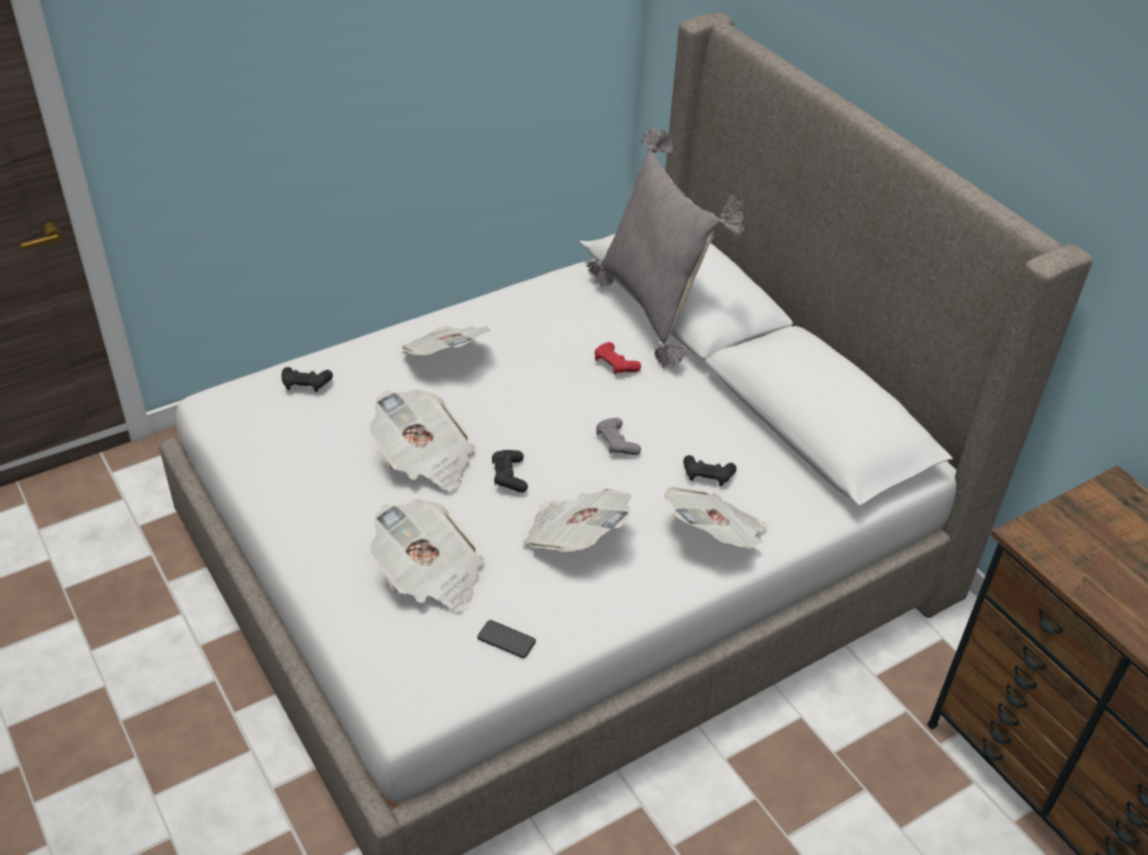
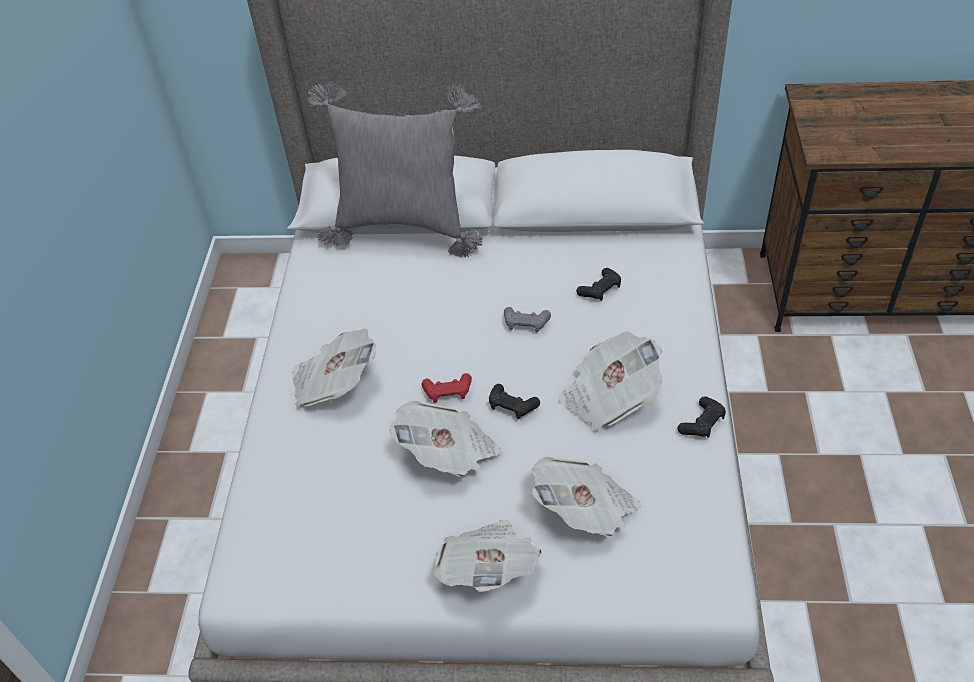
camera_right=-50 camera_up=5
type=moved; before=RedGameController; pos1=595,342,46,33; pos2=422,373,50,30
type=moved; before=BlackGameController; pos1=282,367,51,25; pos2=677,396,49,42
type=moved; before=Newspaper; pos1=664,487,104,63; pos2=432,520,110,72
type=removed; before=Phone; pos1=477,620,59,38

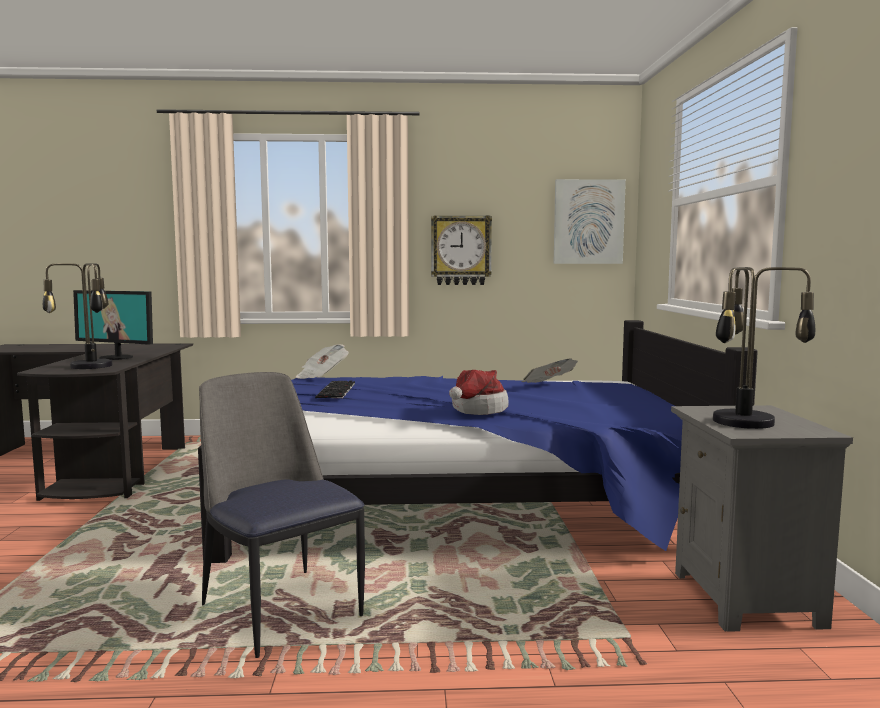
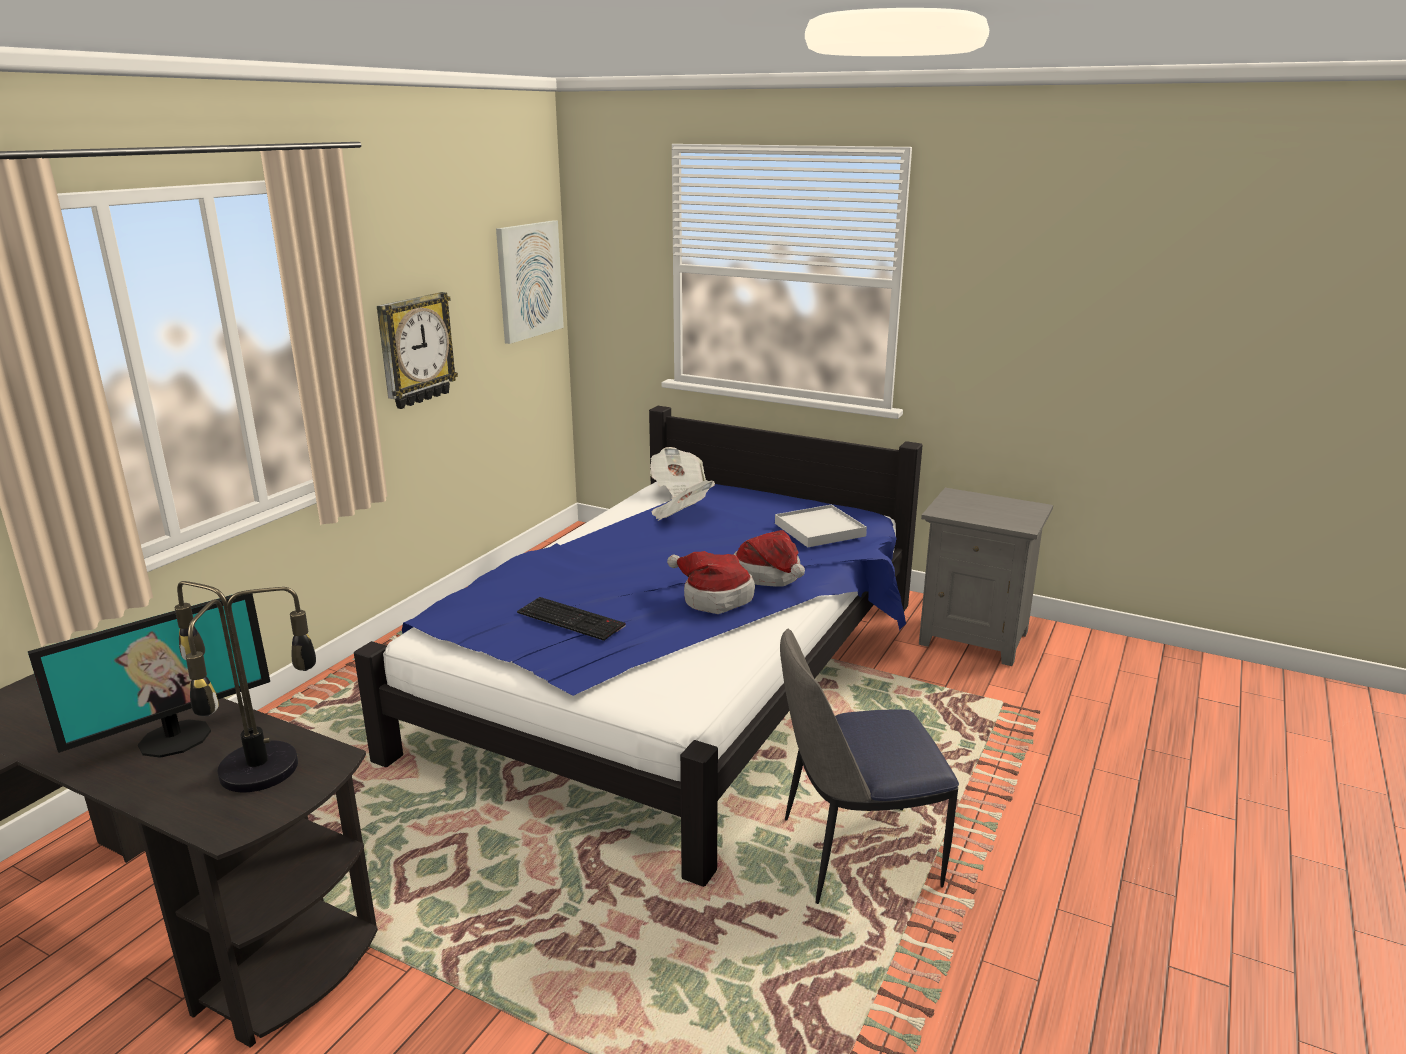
camera_right=-60 camera_up=15
type=removed; before=TableLamp; pos1=713,267,102,162
type=moved; before=Newspaper; pos1=296,344,53,35; pos2=650,447,56,50
type=added; after=WhiteTray; pos2=775,504,92,43
type=added; after=Hat; pos2=667,551,88,63

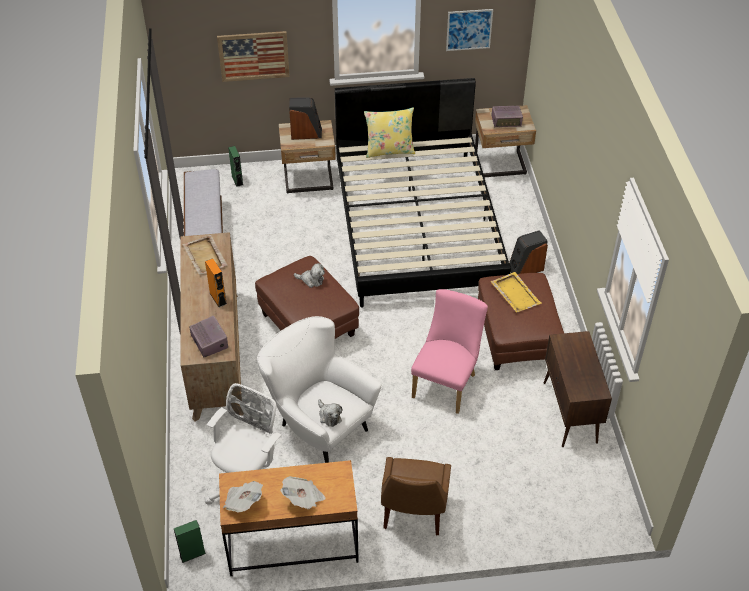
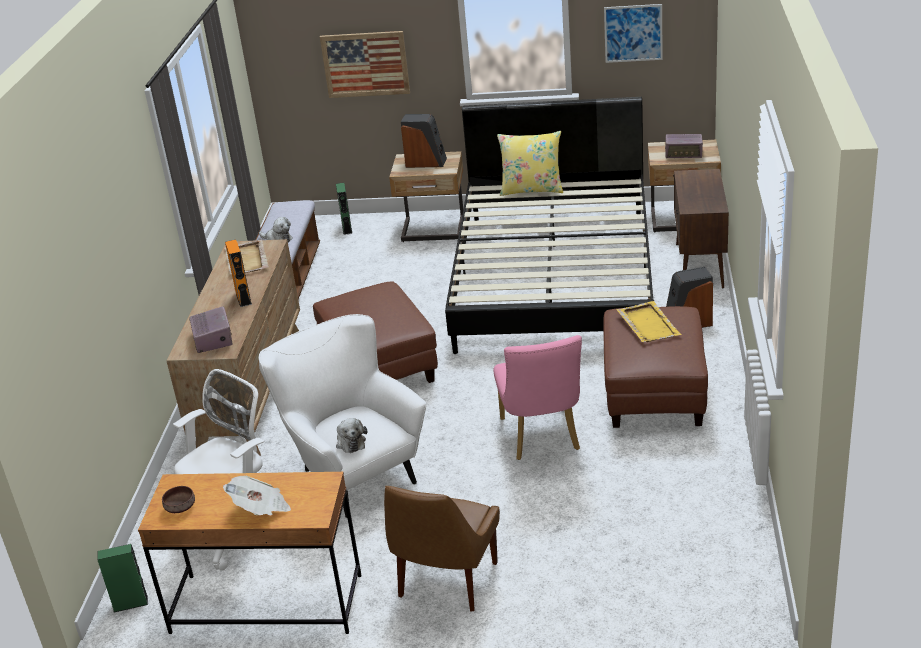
camera_right=15 camera_up=-15
type=moved; before=PlushToy; pos1=294,263,31,25; pos2=259,217,34,26
type=turned; before=PinkChair; pos1=411,289,77,125; pos2=493,335,89,125; turn=135
type=moved; before=BrownCabinet; pos1=544,331,68,116; pos2=674,169,55,119
type=replaced; before=Newspaper; after=BrownBowl; pos1=223,481,40,32; pos2=162,486,33,27

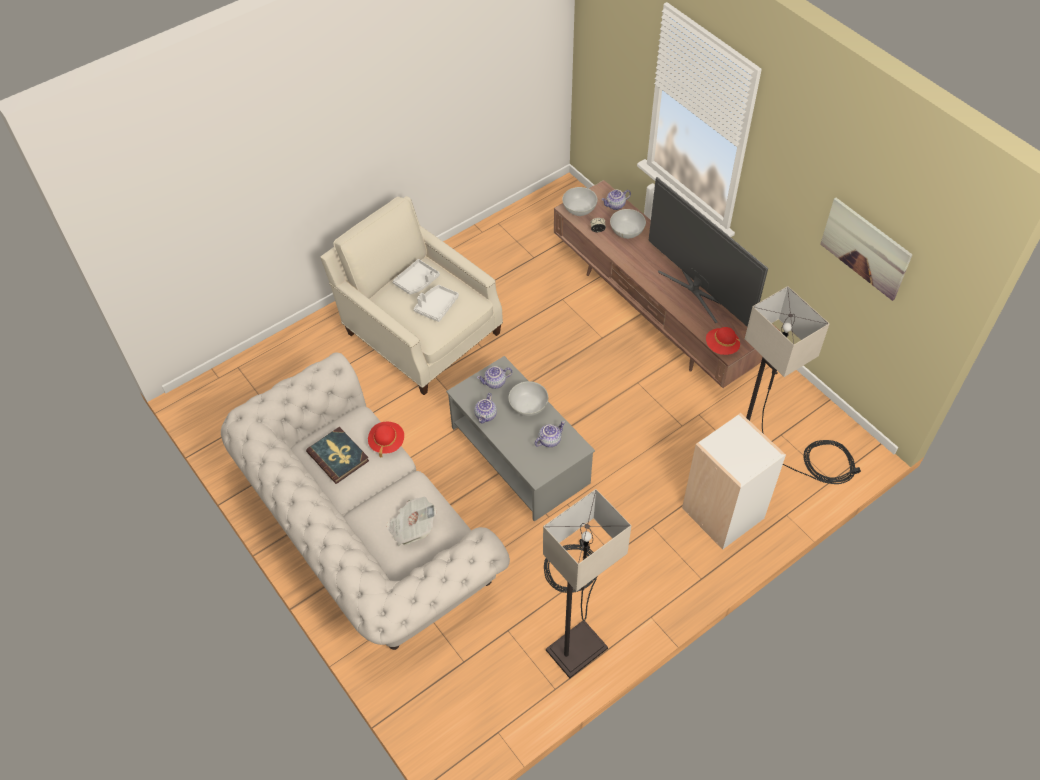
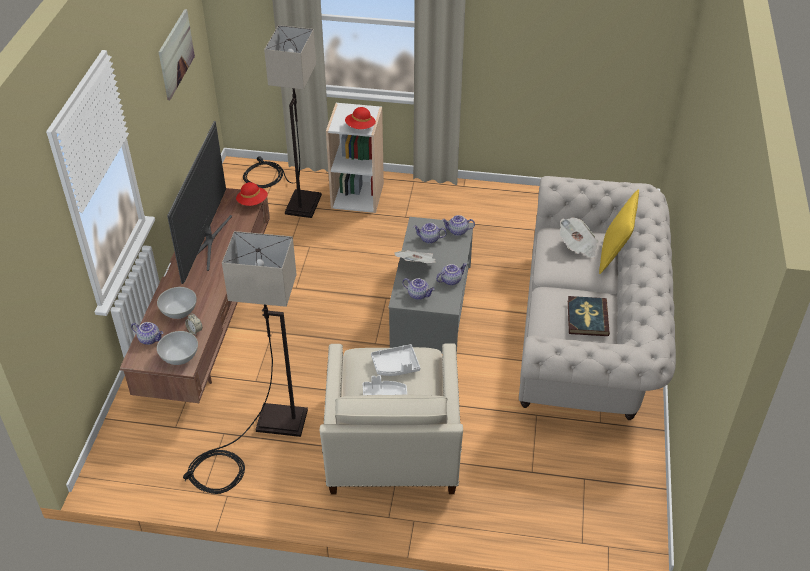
camera_right=-135 camera_up=-10
type=replaced; before=WhiteBowl; after=Newspaper; pos1=508,381,40,35; pos2=395,250,41,13
type=moved; before=RedHat; pos1=368,422,36,36; pos2=345,107,31,22
type=moved; before=FloorLamp; pos1=543,489,88,189; pos2=183,231,125,263
type=added; after=YellowPillow; pos2=599,189,40,85
type=added; after=Teapot; pos2=442,215,33,21

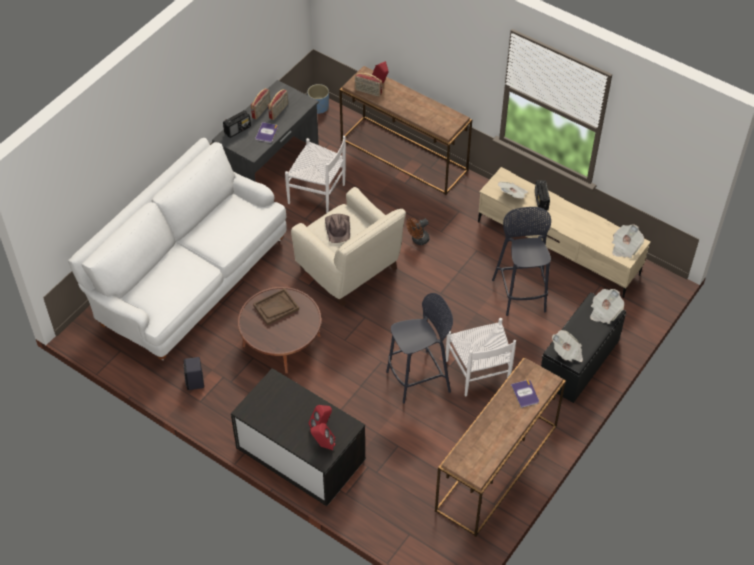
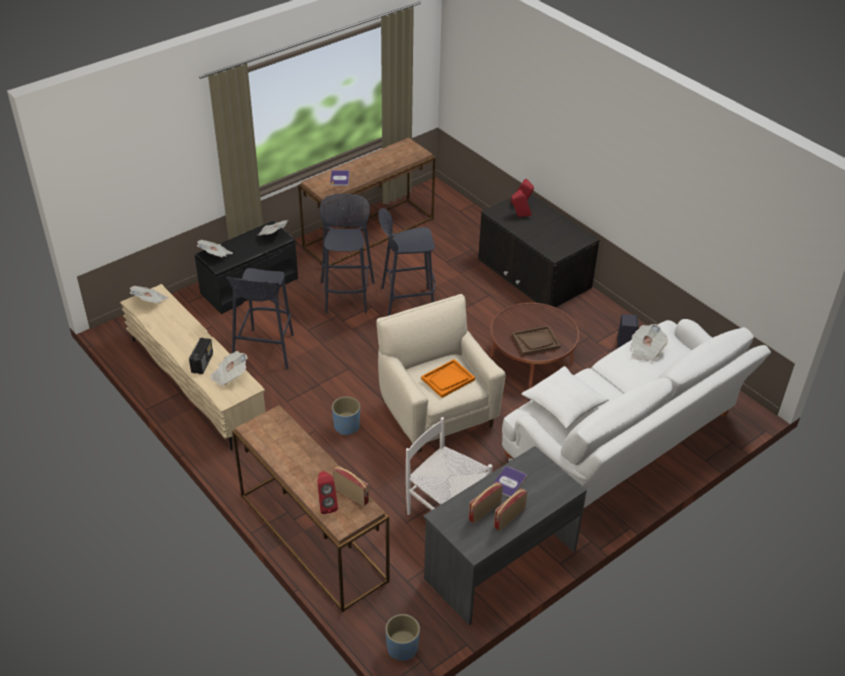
camera_right=-165 camera_up=-10
type=removed; before=Radio; pos1=223,110,28,28
type=replaced; before=BrownHat; after=OrangeTray; pos1=325,214,25,29; pos2=421,359,54,39
type=replaced; before=BrownFan; after=BluePlanter; pos1=406,218,24,27; pos2=332,396,28,39
type=replaced; before=WhiteChair; after=GreyStool; pos1=446,318,70,78; pos2=320,194,55,119
type=added; after=Newspaper; pos2=630,324,38,37
type=added; after=WhitePillow; pos2=521,366,88,63

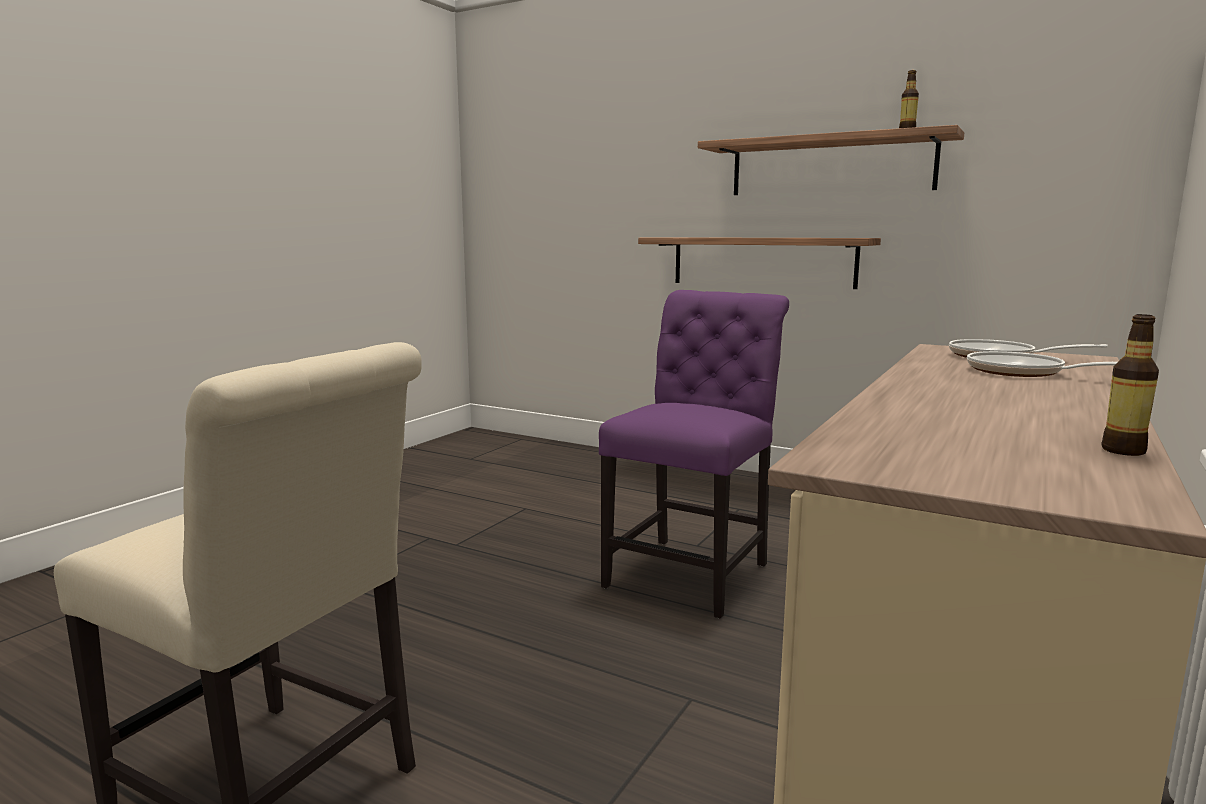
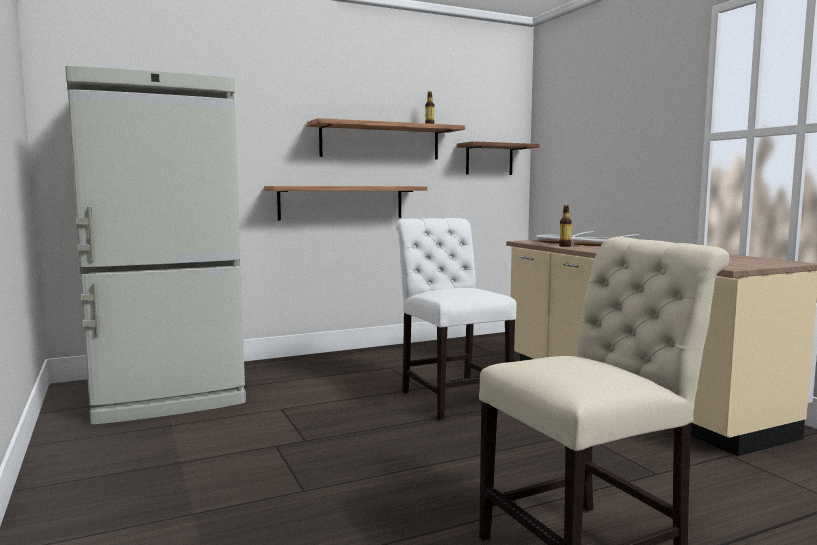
camera_right=-55 camera_up=-5
type=recoloured; before=PurpleChair; after=WhiteChair; pos1=599,290,190,329; pos2=396,218,121,202
type=moved; before=Bottle; pos1=1101,314,58,142; pos2=559,205,13,42
type=added; after=WhiteFridge; pos2=65,66,181,358
type=added; after=Shelf; pos2=457,141,82,34

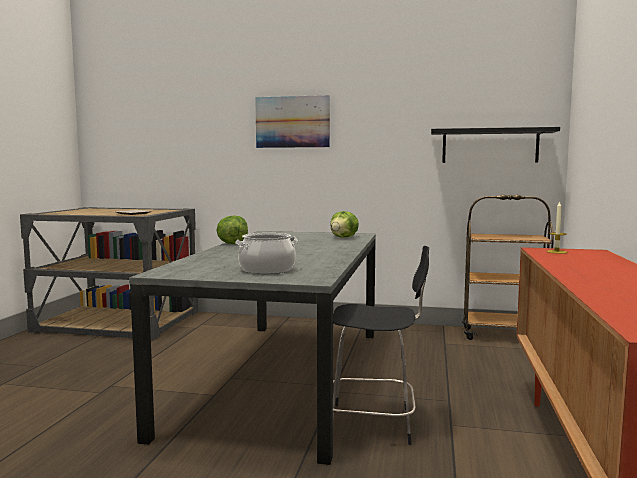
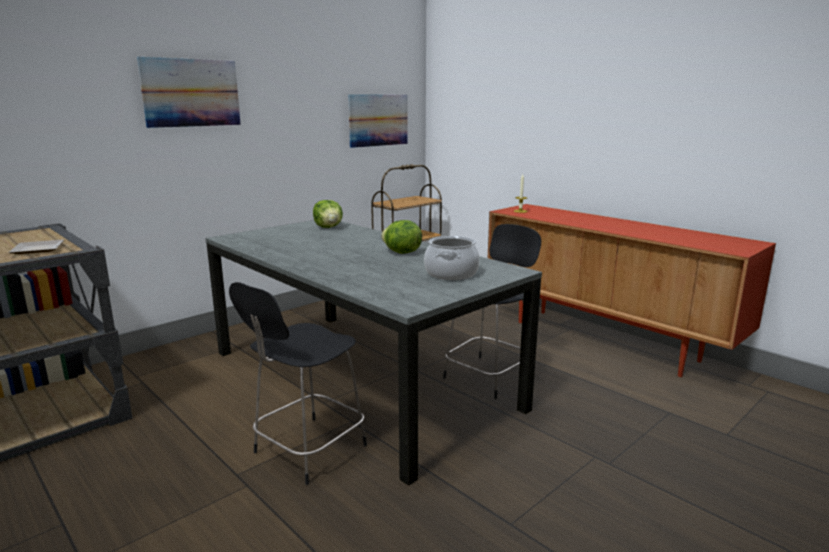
camera_right=-55 camera_up=10
type=replaced; before=BlackShelf; after=Picture; pos1=431,127,129,36; pos2=348,94,60,54
type=moved; before=Lettuce; pos1=216,215,32,29; pos2=381,220,41,34
type=added; after=BlackStool; pos2=229,282,138,203

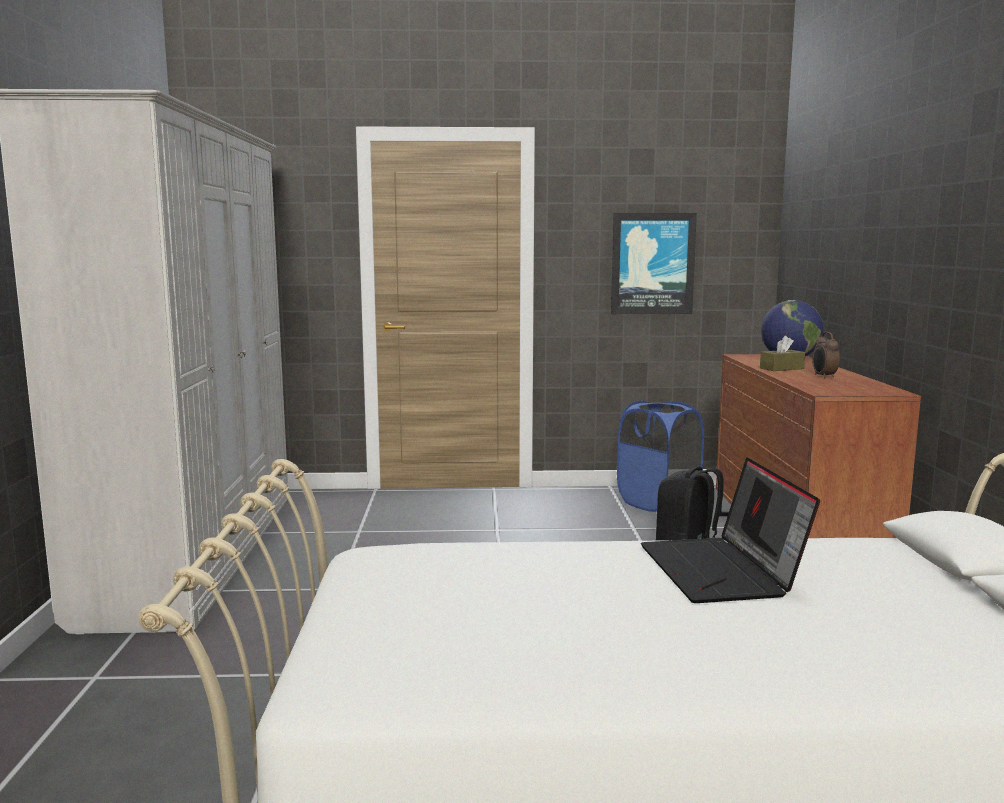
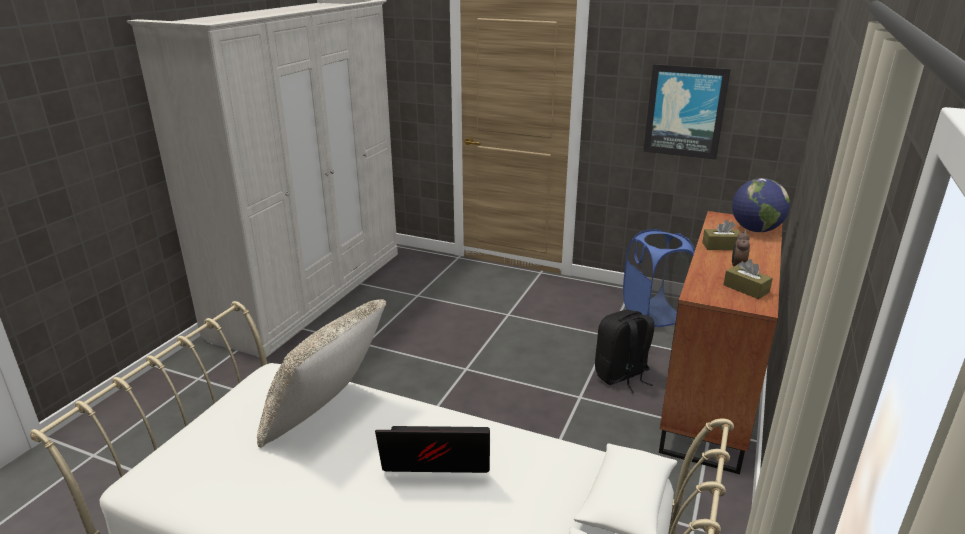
camera_right=25 camera_up=15
type=turned; before=Laptop; pos1=641,457,179,146; pos2=375,426,115,47; turn=75
type=added; after=BrownTissueBox; pos2=723,259,50,40
type=added; after=BeigePillow; pos2=257,299,130,149

